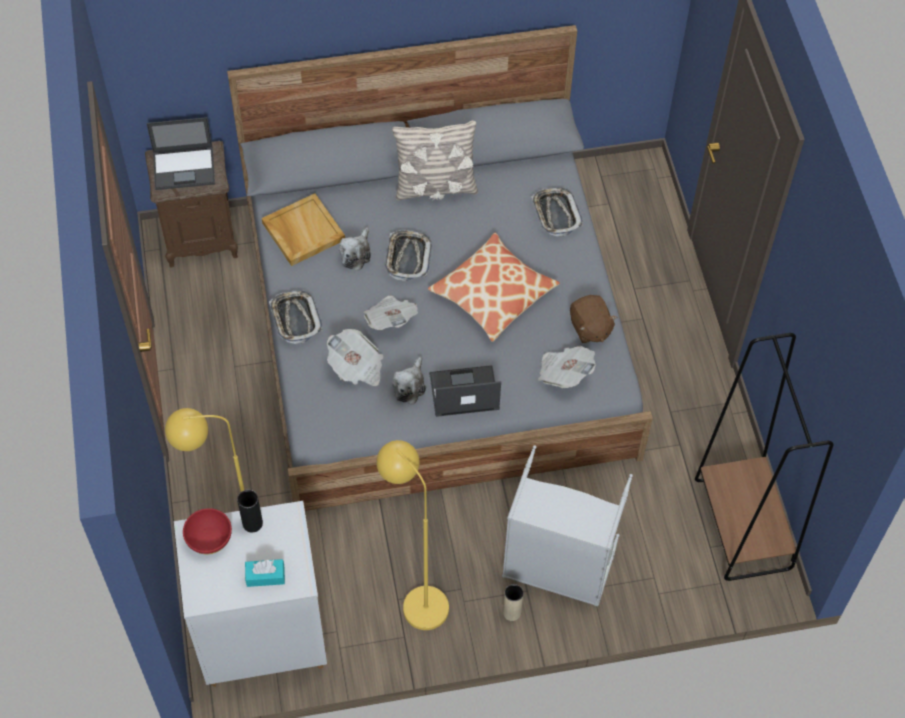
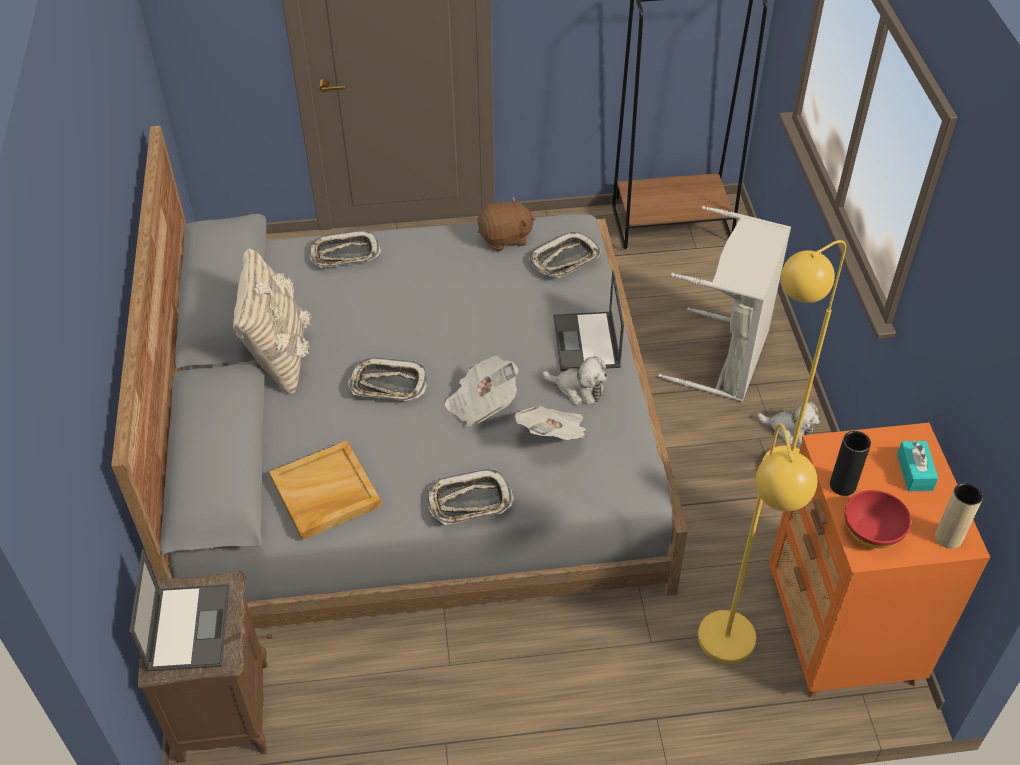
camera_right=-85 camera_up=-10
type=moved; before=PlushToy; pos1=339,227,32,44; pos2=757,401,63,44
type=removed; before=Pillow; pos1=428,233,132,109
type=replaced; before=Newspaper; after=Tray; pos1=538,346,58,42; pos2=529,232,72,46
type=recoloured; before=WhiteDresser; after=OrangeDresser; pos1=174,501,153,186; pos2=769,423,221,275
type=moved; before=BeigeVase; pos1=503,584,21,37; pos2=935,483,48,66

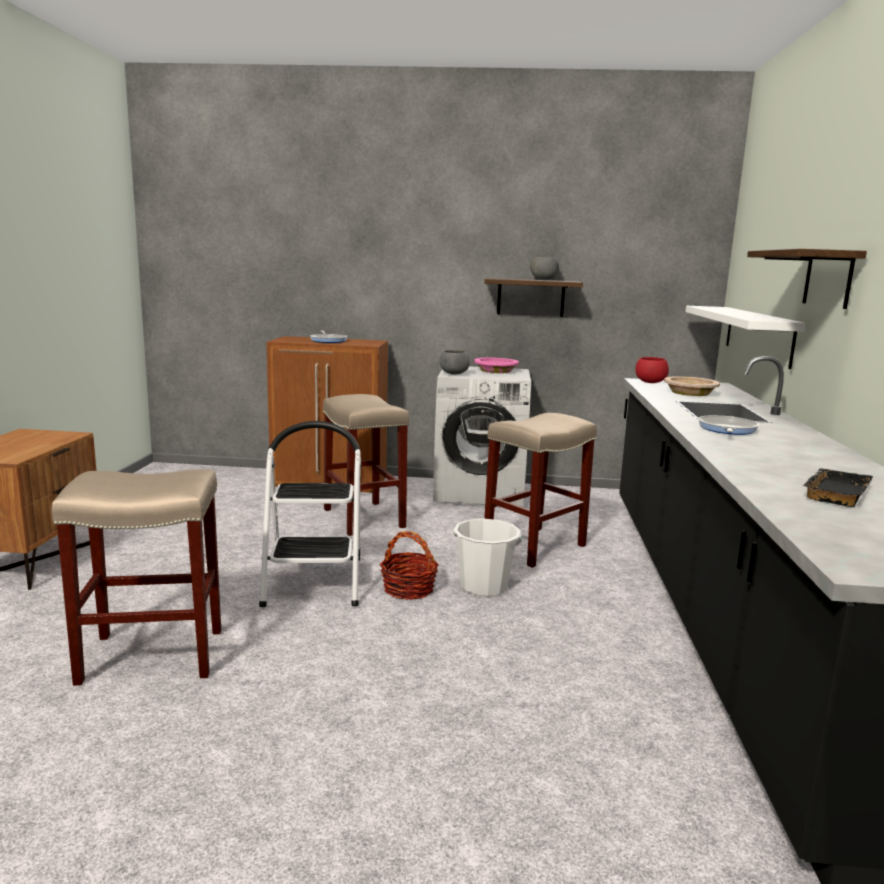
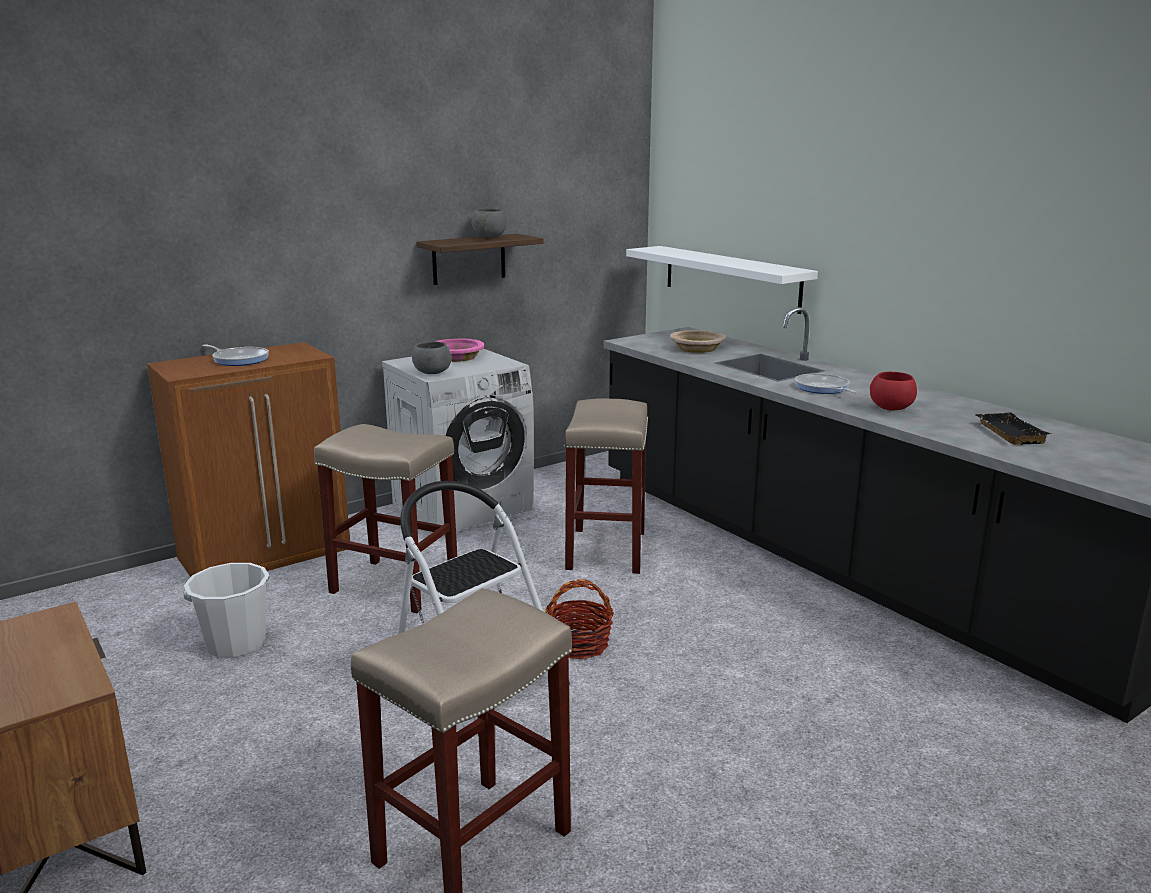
camera_right=-40 camera_up=5
type=removed; before=Shelf; pos1=747,249,120,60
type=moved; before=RedBowl; pos1=635,357,34,26; pos2=870,372,47,39
type=moved; before=WhiteBucket; pos1=453,518,69,78; pos2=183,563,87,95

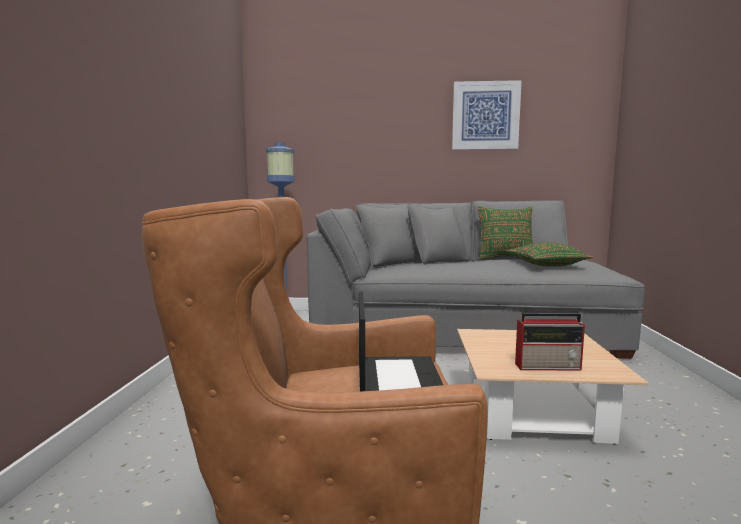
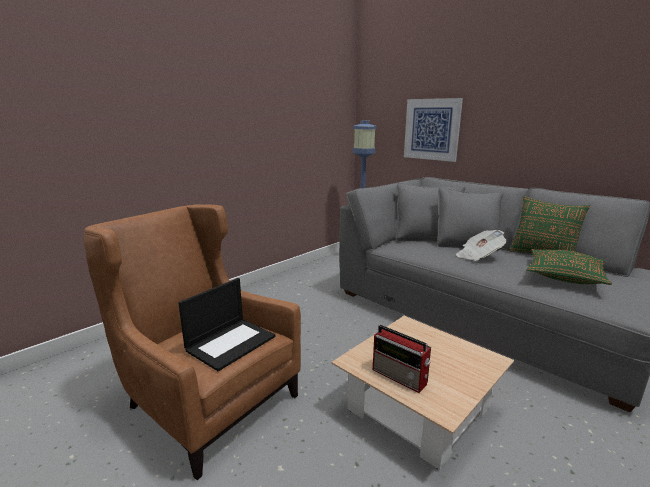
camera_right=40 camera_up=10
type=moved; before=Picture; pos1=452,80,70,70; pos2=404,98,59,64
type=added; after=Newspaper; pos2=456,230,51,31

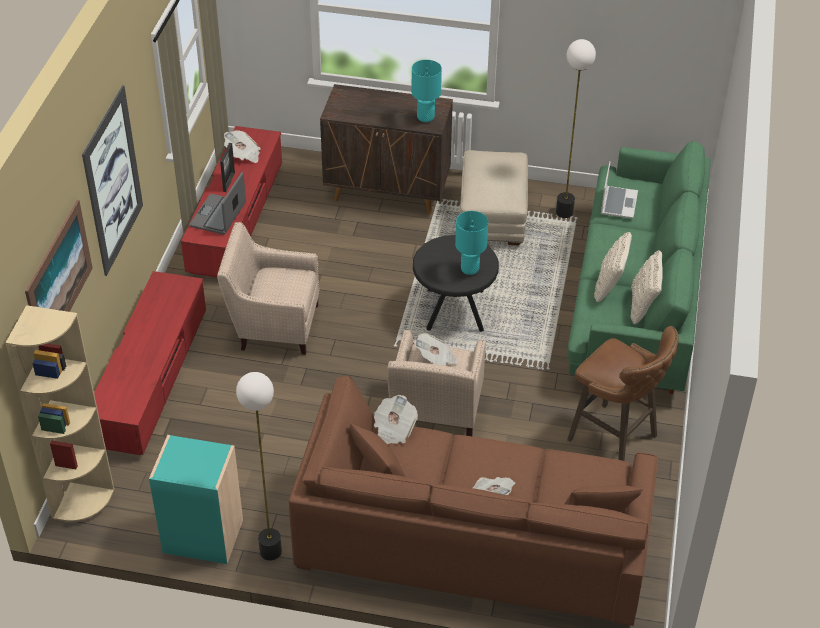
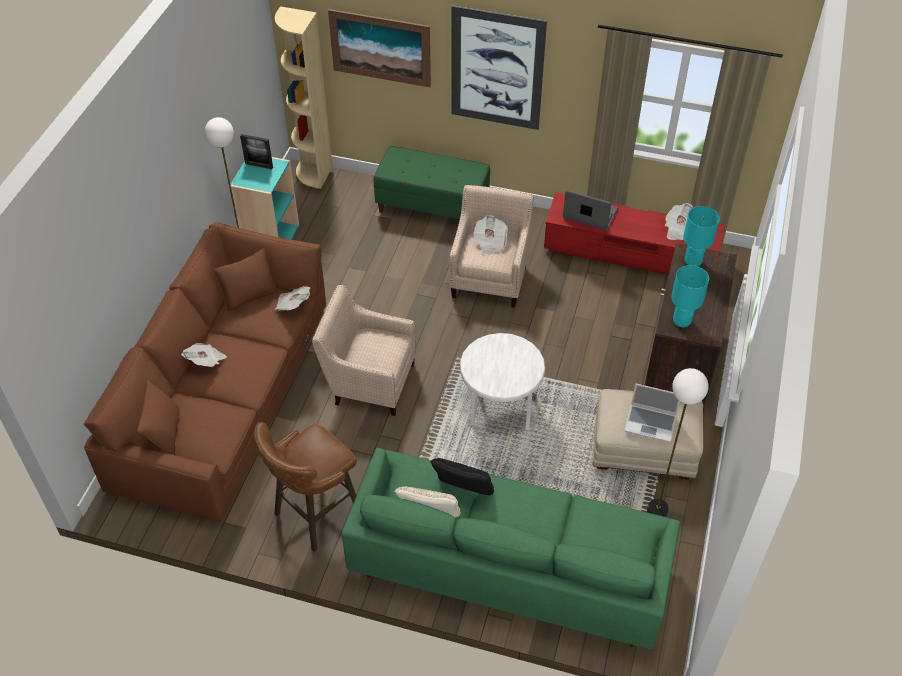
camera_right=95 camera_up=5
type=moved; before=PictureFrame; pos1=220,143,15,49; pos2=240,134,33,35
type=moved; before=Laptop; pos1=601,161,37,58; pos2=625,384,55,59
type=moved; before=TurquoiseTableLamp; pos1=455,211,33,64; pos2=683,206,37,60
type=recoloured; before=BeigePillow; after=BlackPillow; pos1=594,232,38,70; pos2=430,458,64,37
type=recoloured; before=BlackSideTable; after=WhiteSideTable; pos1=413,235,86,97; pos2=460,333,85,97
type=replaced; before=RedTvStand; after=GreenBench; pos1=94,271,112,184; pos2=374,146,116,73
type=moved; before=Newspaper; pos1=414,333,44,33; pos2=473,215,35,41

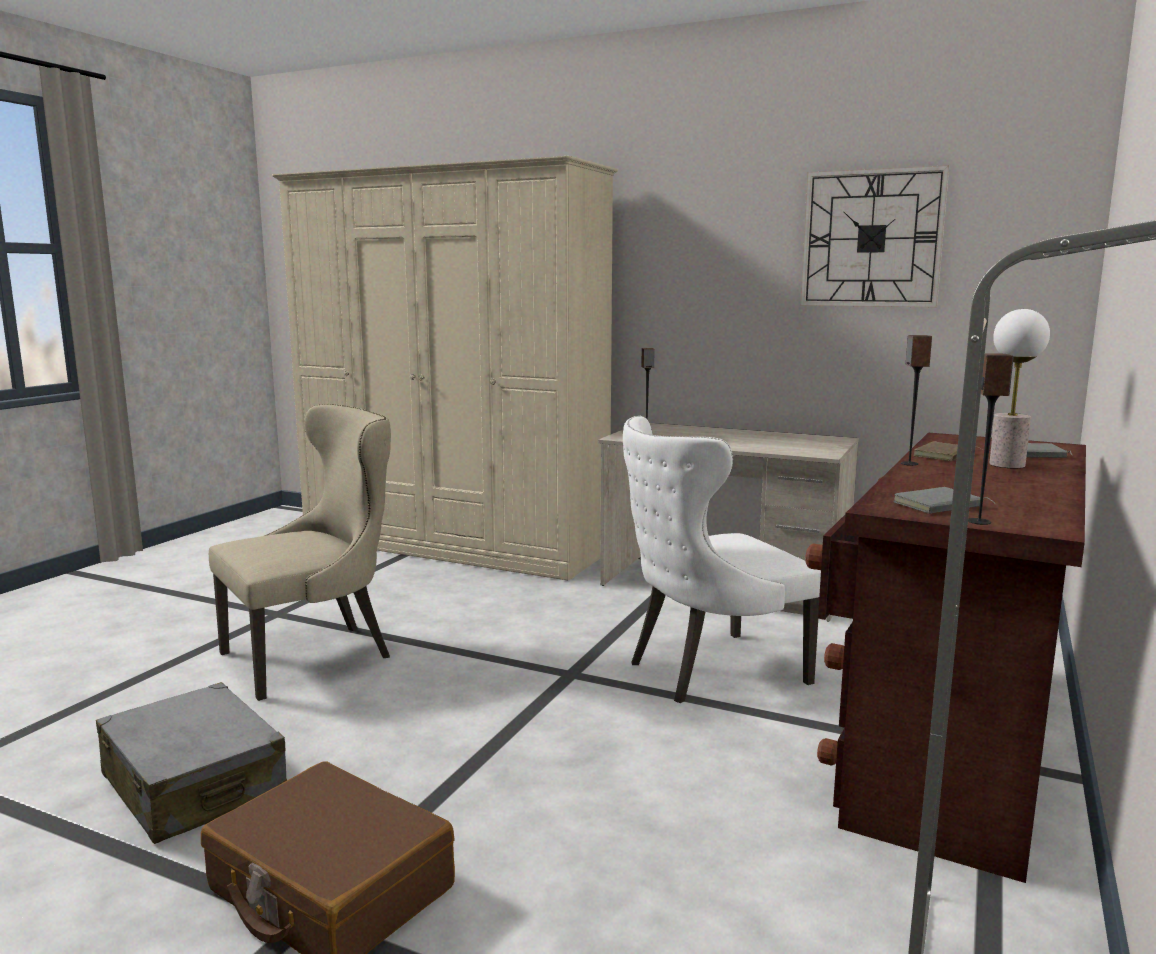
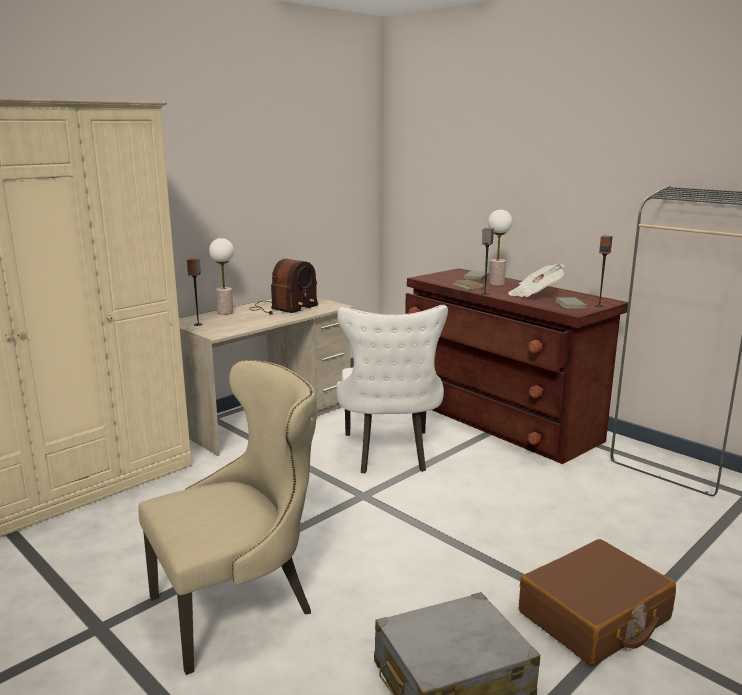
camera_right=-70 camera_up=5
type=removed; before=WallClock; pos1=800,165,149,142
type=turned; before=BeigeChair; pos1=209,404,182,297; pos2=138,360,179,315; turn=75
type=added; after=TableLamp; pos2=209,238,25,77
type=added; after=Radio; pos2=250,259,68,55
type=added; after=Newspaper; pos2=508,264,57,33

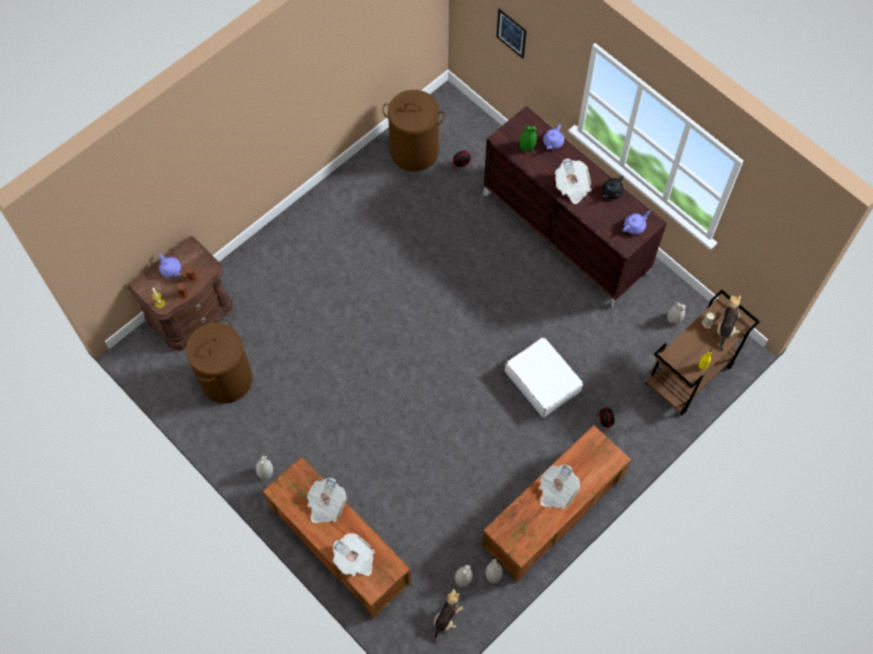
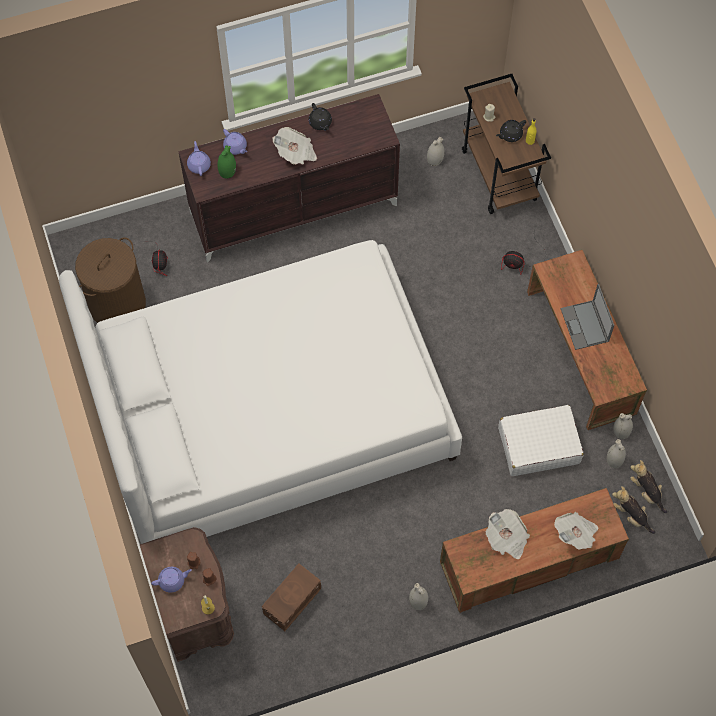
camera_right=-65 camera_up=0
type=removed; before=Picture; pos1=497,9,30,50
type=moved; before=PurpleTeapot; pos1=623,210,28,24; pos2=187,141,24,35
type=moved; before=PlushToy; pos1=717,295,24,56; pos2=612,486,43,48
type=replaced; before=BrownLaundryBasket; after=BrownStorageBox; pos1=186,318,67,86; pos2=262,563,59,68
type=moved; before=WhiteSuitcase; pos1=505,337,78,81; pos2=498,405,86,71
type=replaced; before=Newspaper; after=Laptop; pos1=539,465,41,44; pos2=561,284,53,66
type=added; after=BlackTeapot; pos2=496,120,30,22
type=added; after=WhiteBed; pos2=59,240,403,304

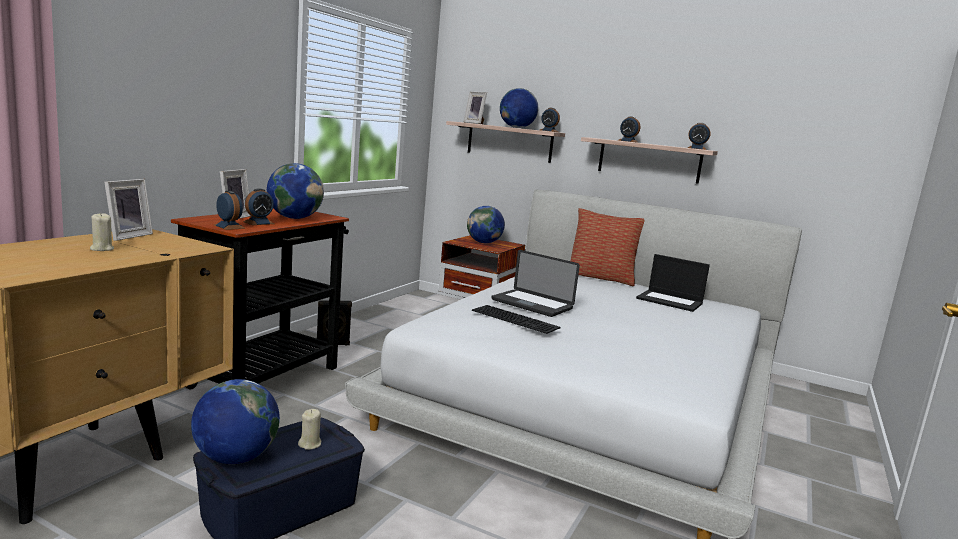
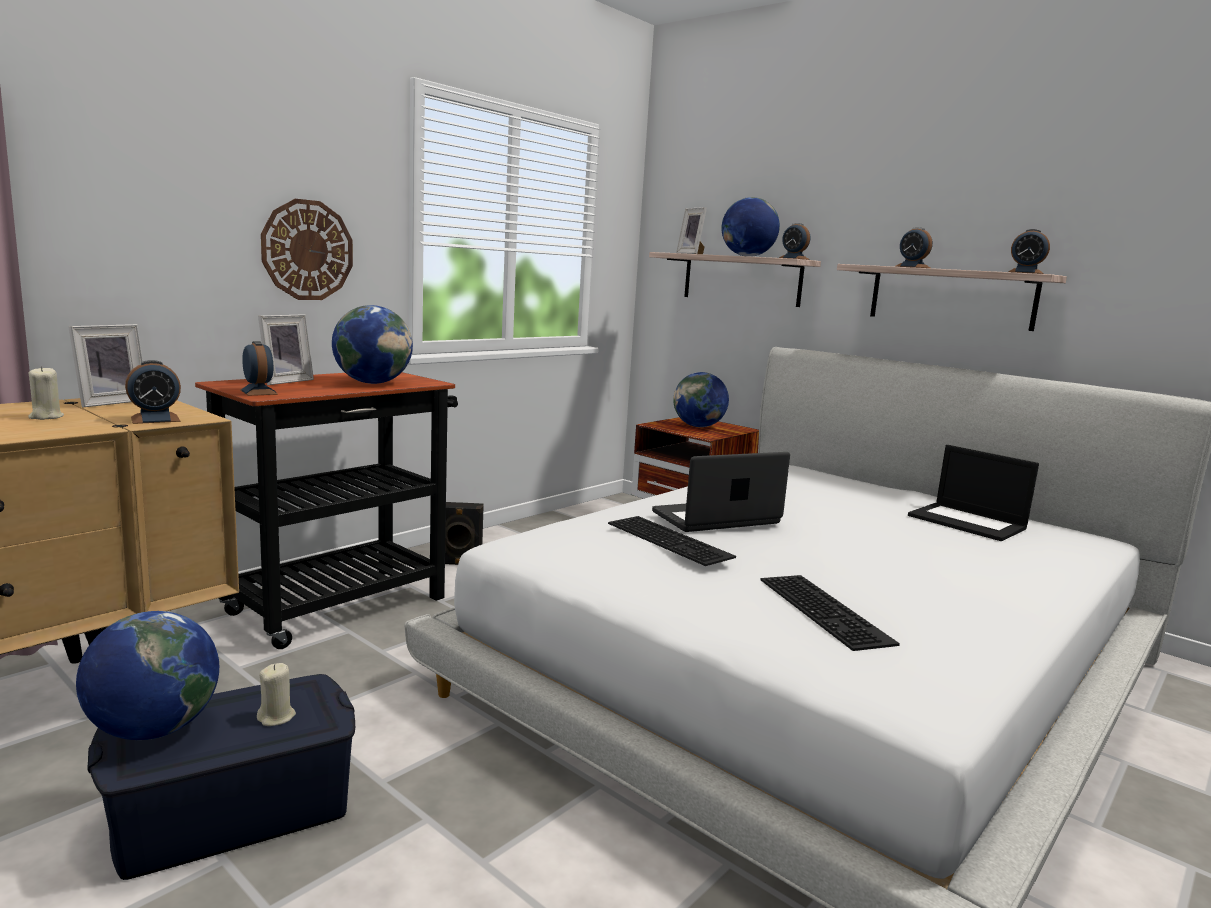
camera_right=15 camera_up=0
type=moved; before=AlarmClock; pos1=243,188,31,37; pos2=125,360,56,64
type=removed; before=Pillow; pos1=571,208,74,78
type=turned; before=Laptop; pos1=491,250,89,67; pos2=652,452,138,80; turn=105
type=added; after=WallClock; pos2=261,199,92,101
type=added; after=Keyboard; pos2=761,575,139,76

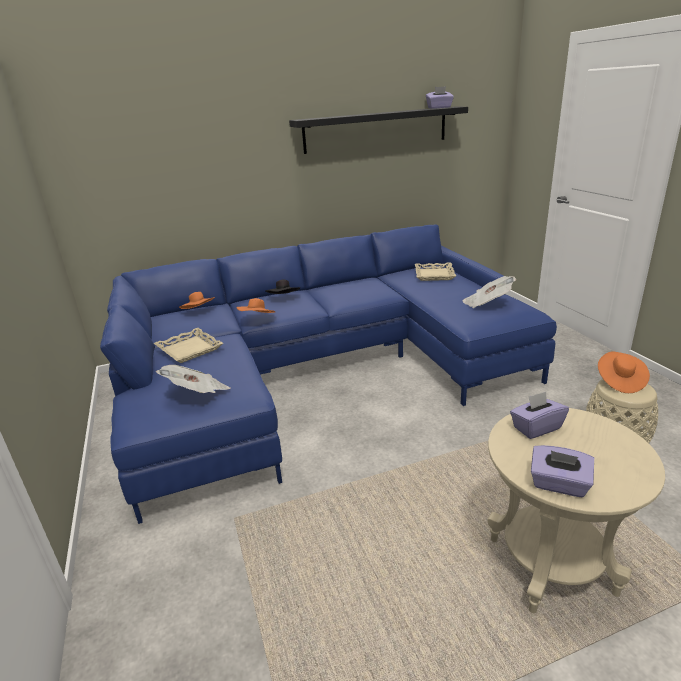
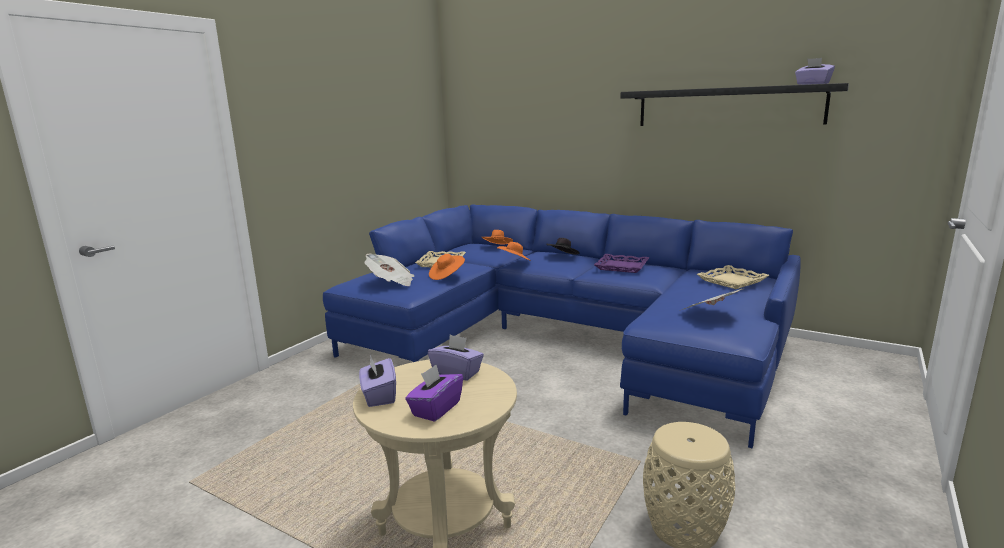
camera_right=50 camera_up=-10
type=moved; before=OrangeHat; pos1=598,351,52,42; pos2=429,254,36,26
type=added; after=PurpleTray; pos2=594,254,55,19
type=added; after=PurpleTissueBox; pos2=405,365,58,57

